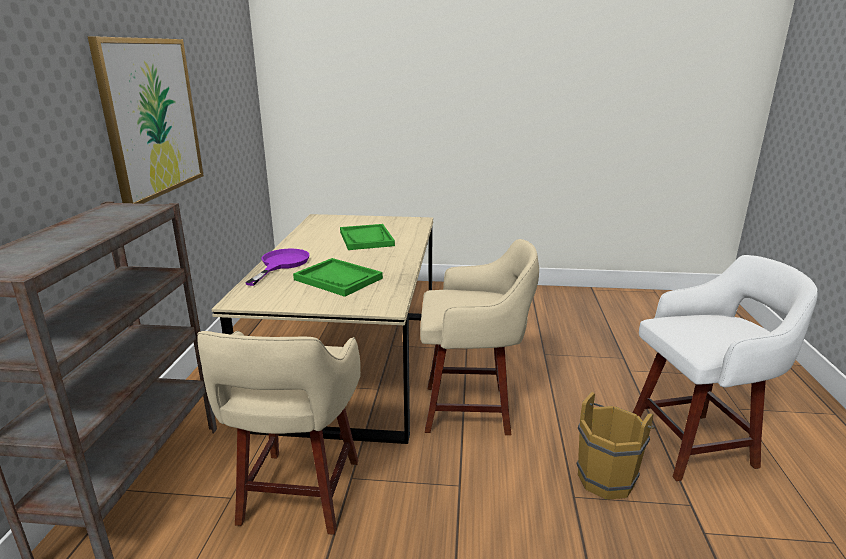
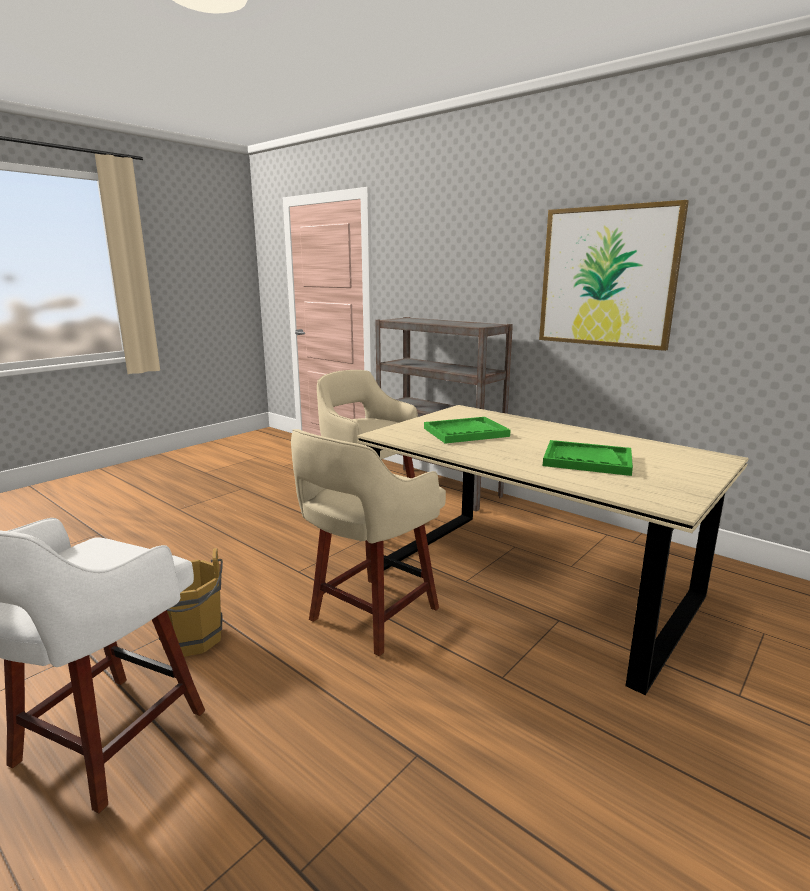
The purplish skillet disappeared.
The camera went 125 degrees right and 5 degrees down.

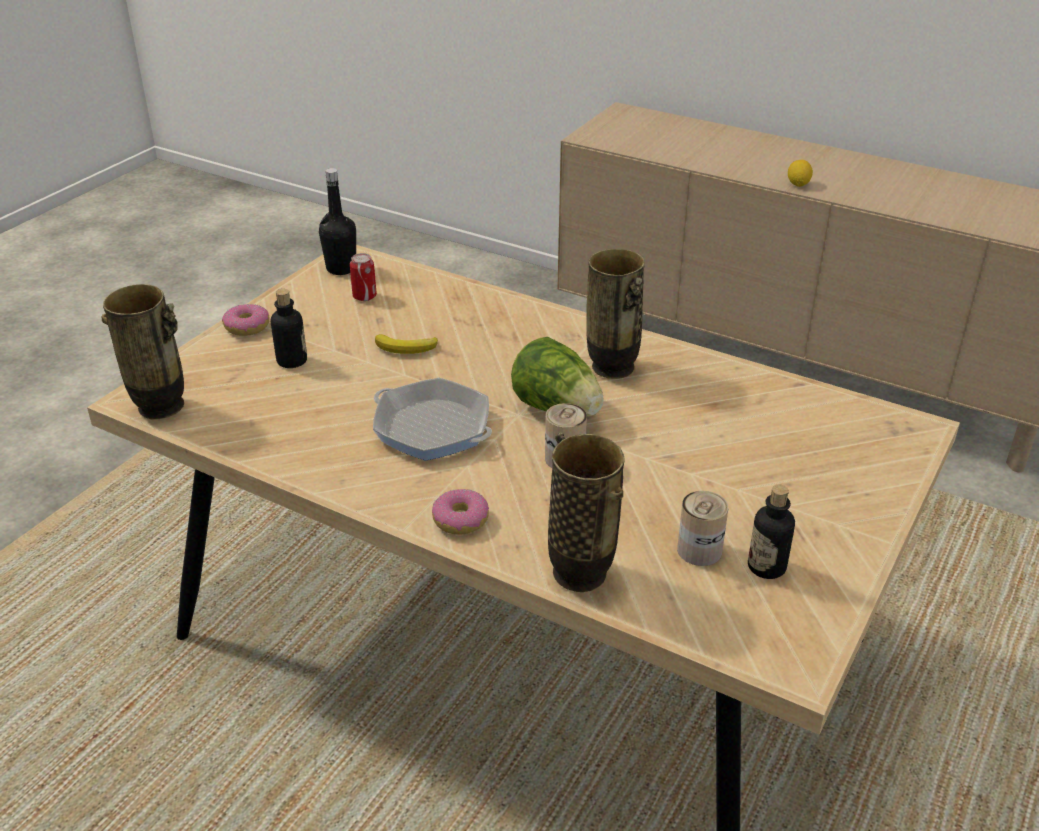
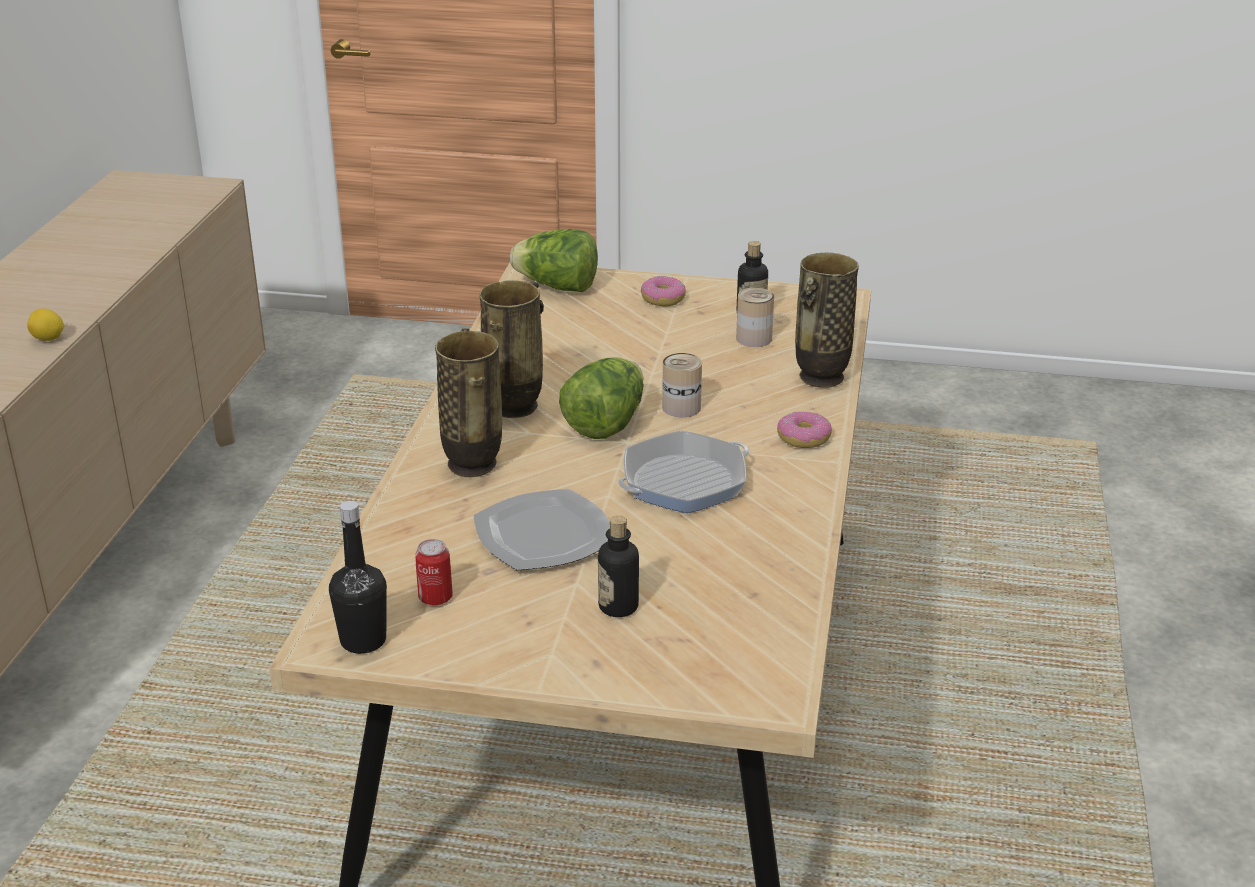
The vase (1st from left) moved.
The banana was replaced by the plate.
The lettuce head (1st from left) appeared.
The skillet turned 45 degrees clockwise.
The donut (1st from left) moved.
The camera went 110 degrees left and 5 degrees down.

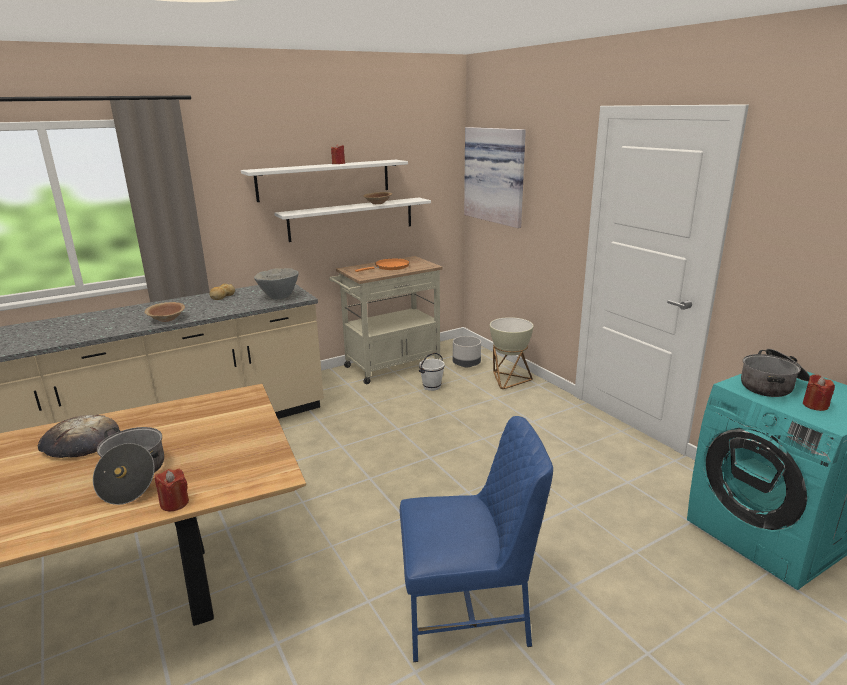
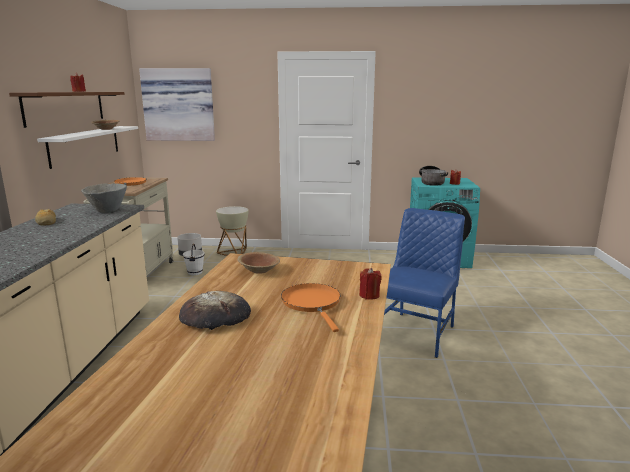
The whitish bracket shelf (1st from left) became the brownish bracket shelf.
The brownish deep dish (1st from left in the first image) moved.
The saucepot (1st from left) was replaced by the orange skillet (2nd from left).
The camera went 55 degrees left and 5 degrees down.

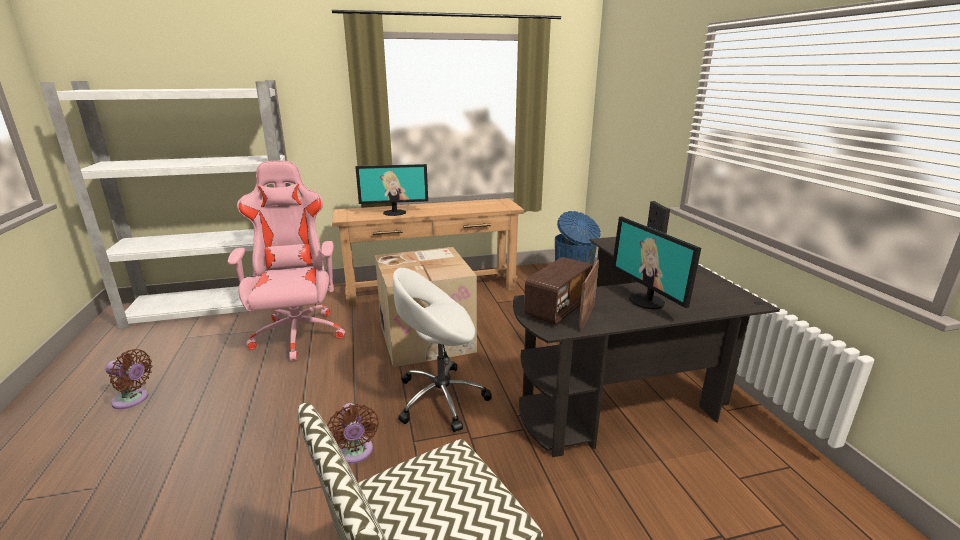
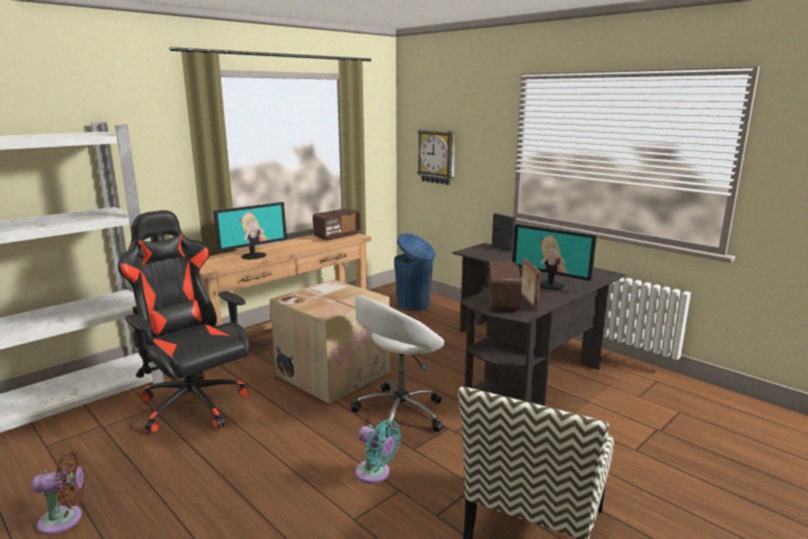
The pinkish office chair became the black-coloured office chair.
The radio receiver (1st from left) appeared.
The brownish cooling fan (2nd from left) became the turquoise-coloured cooling fan.
The wall clock appeared.
The camera went 30 degrees left and 5 degrees down.

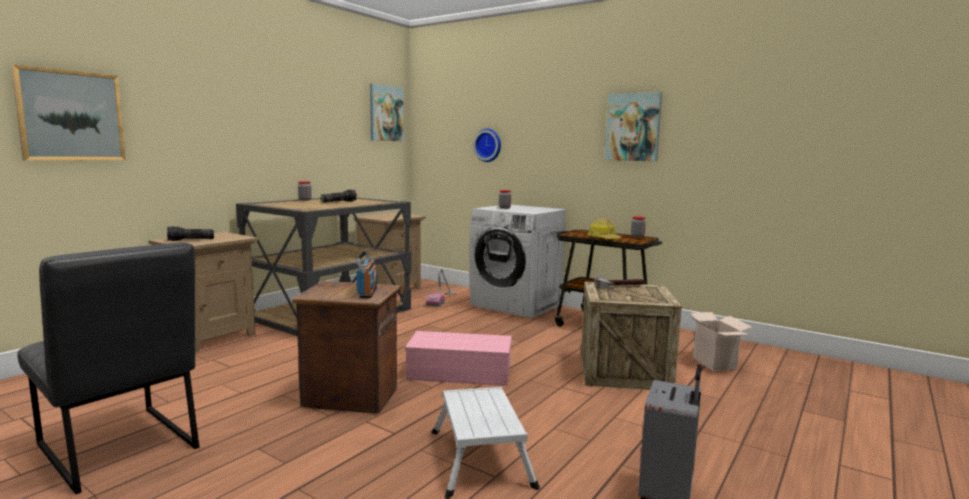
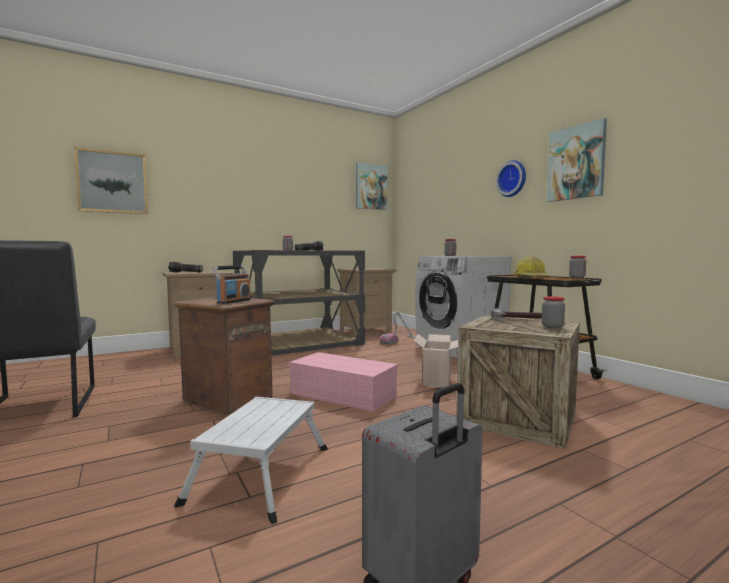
The cardboard box moved.
The wall clock moved.
The preserve jar (3rd from left) appeared.
The camera went 25 degrees right and 5 degrees down.

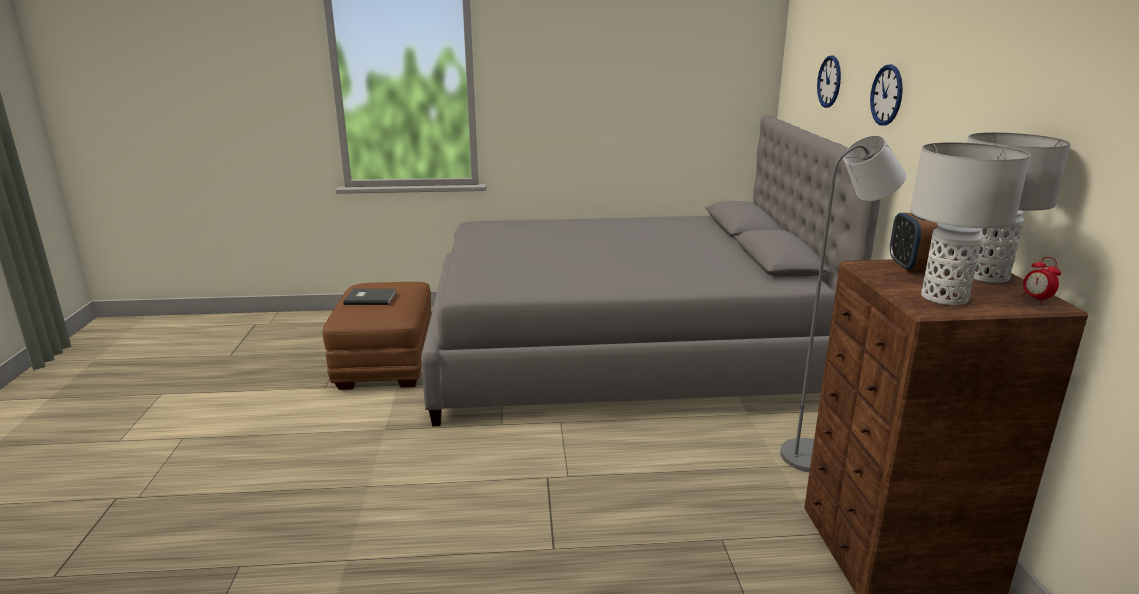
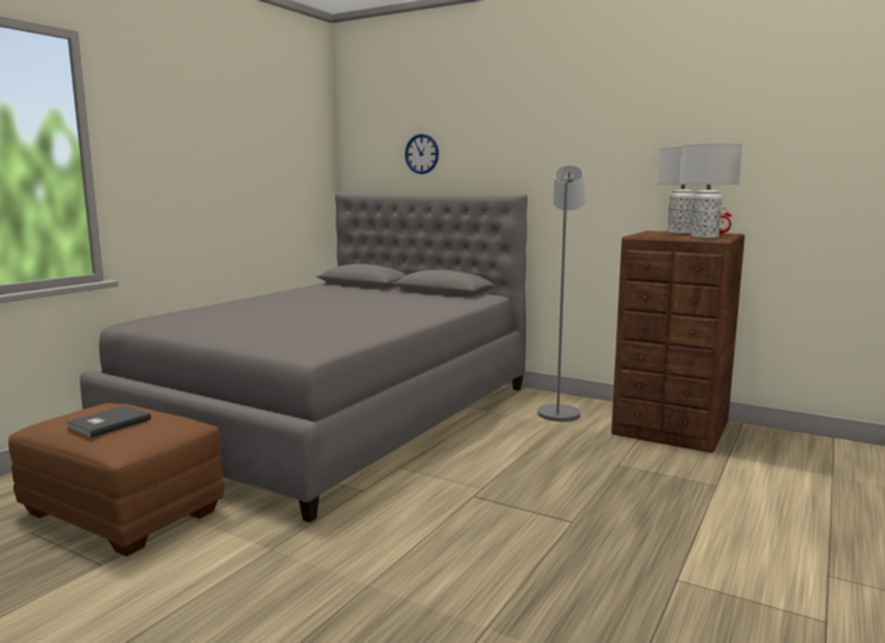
The wall clock (2nd from left) disappeared.
The bedside clock (1st from left) disappeared.
The camera went 55 degrees left and 10 degrees down.

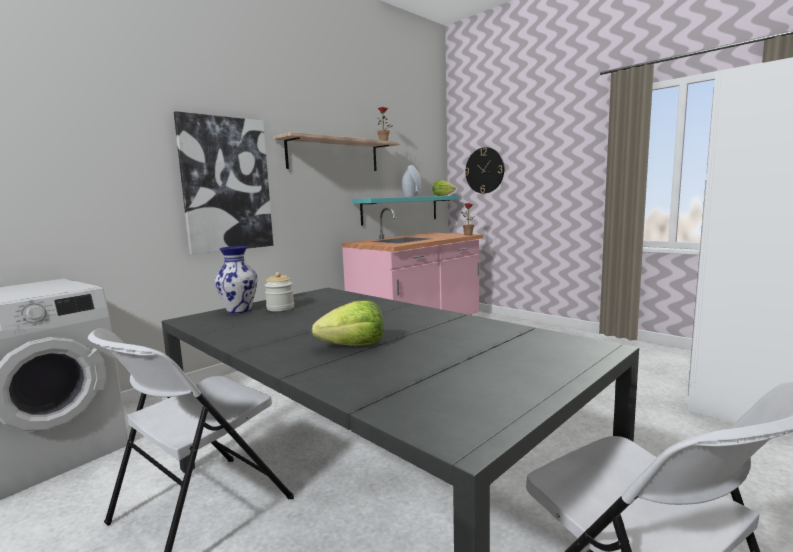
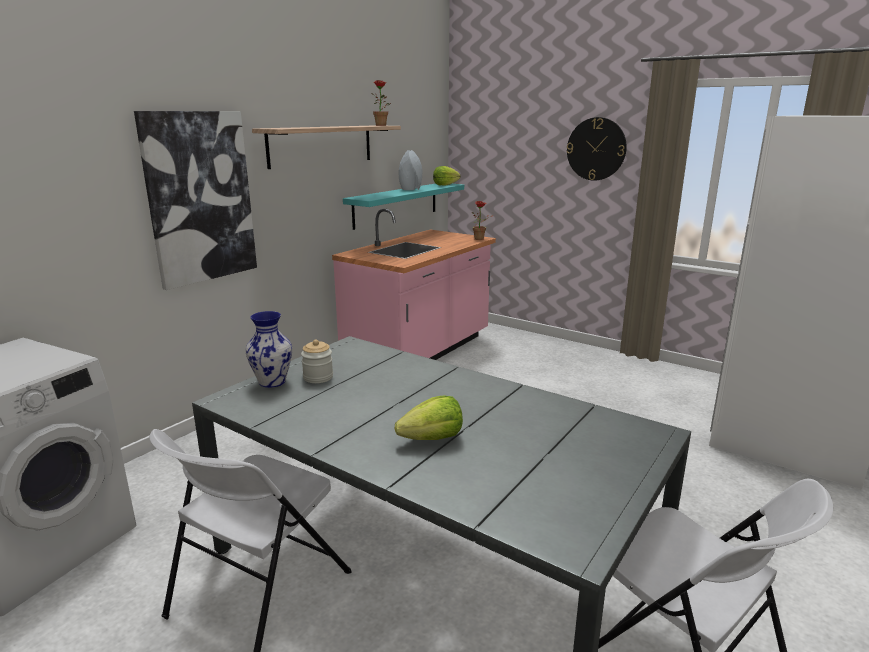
The wall clock moved.
The camera went 10 degrees left and 10 degrees up.

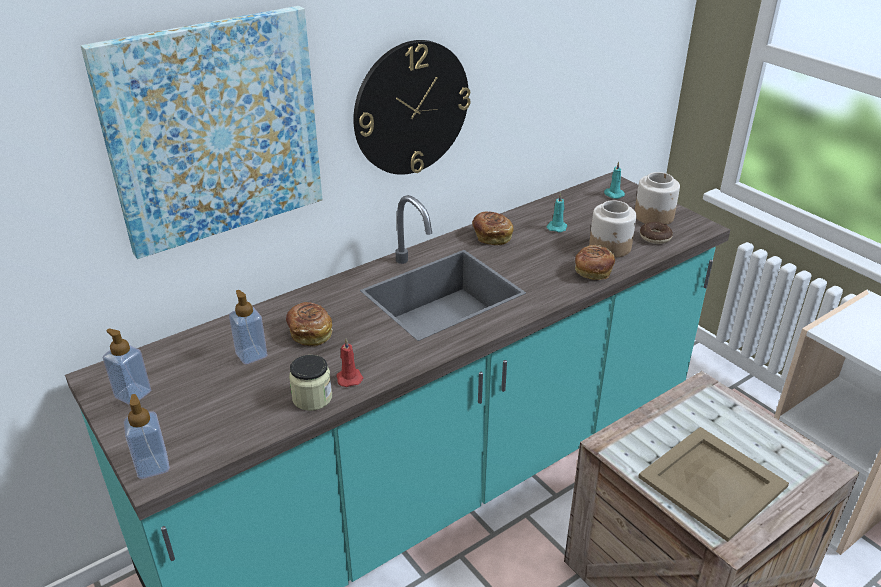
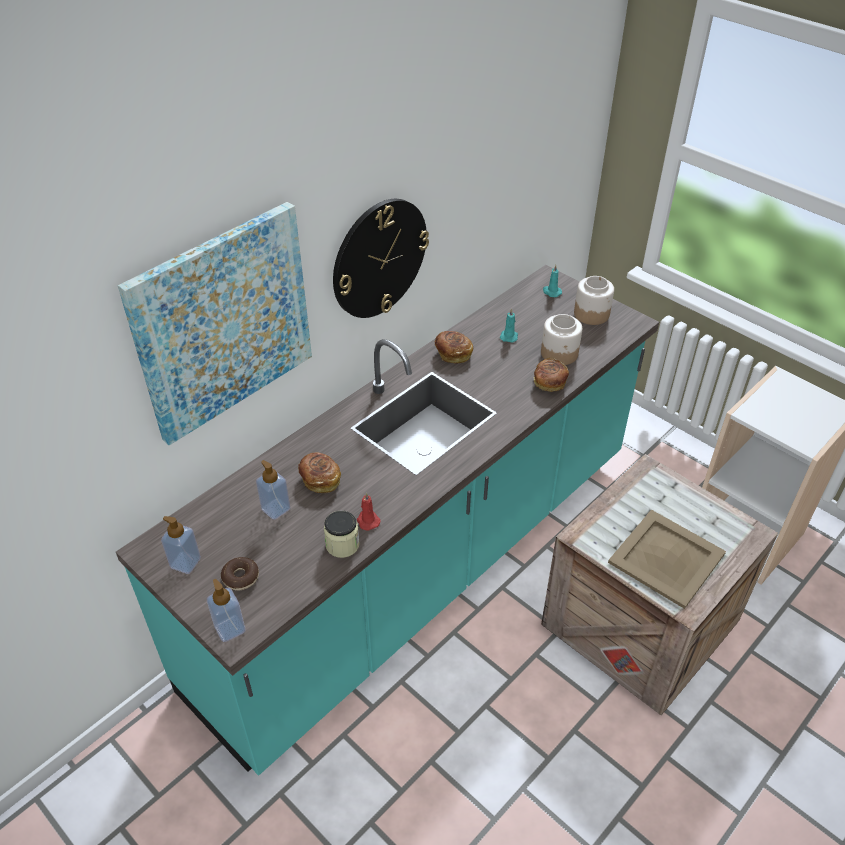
The donut moved.
The camera went 10 degrees left and 10 degrees up.

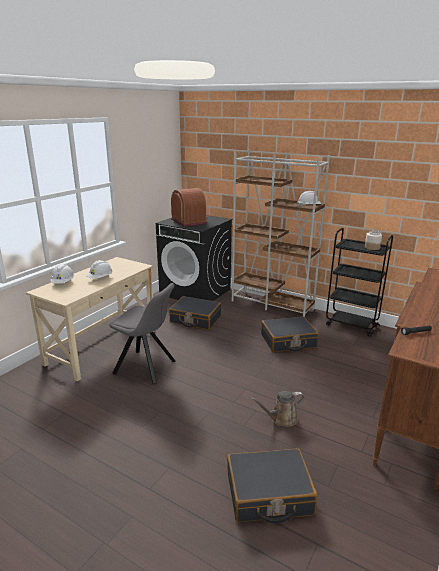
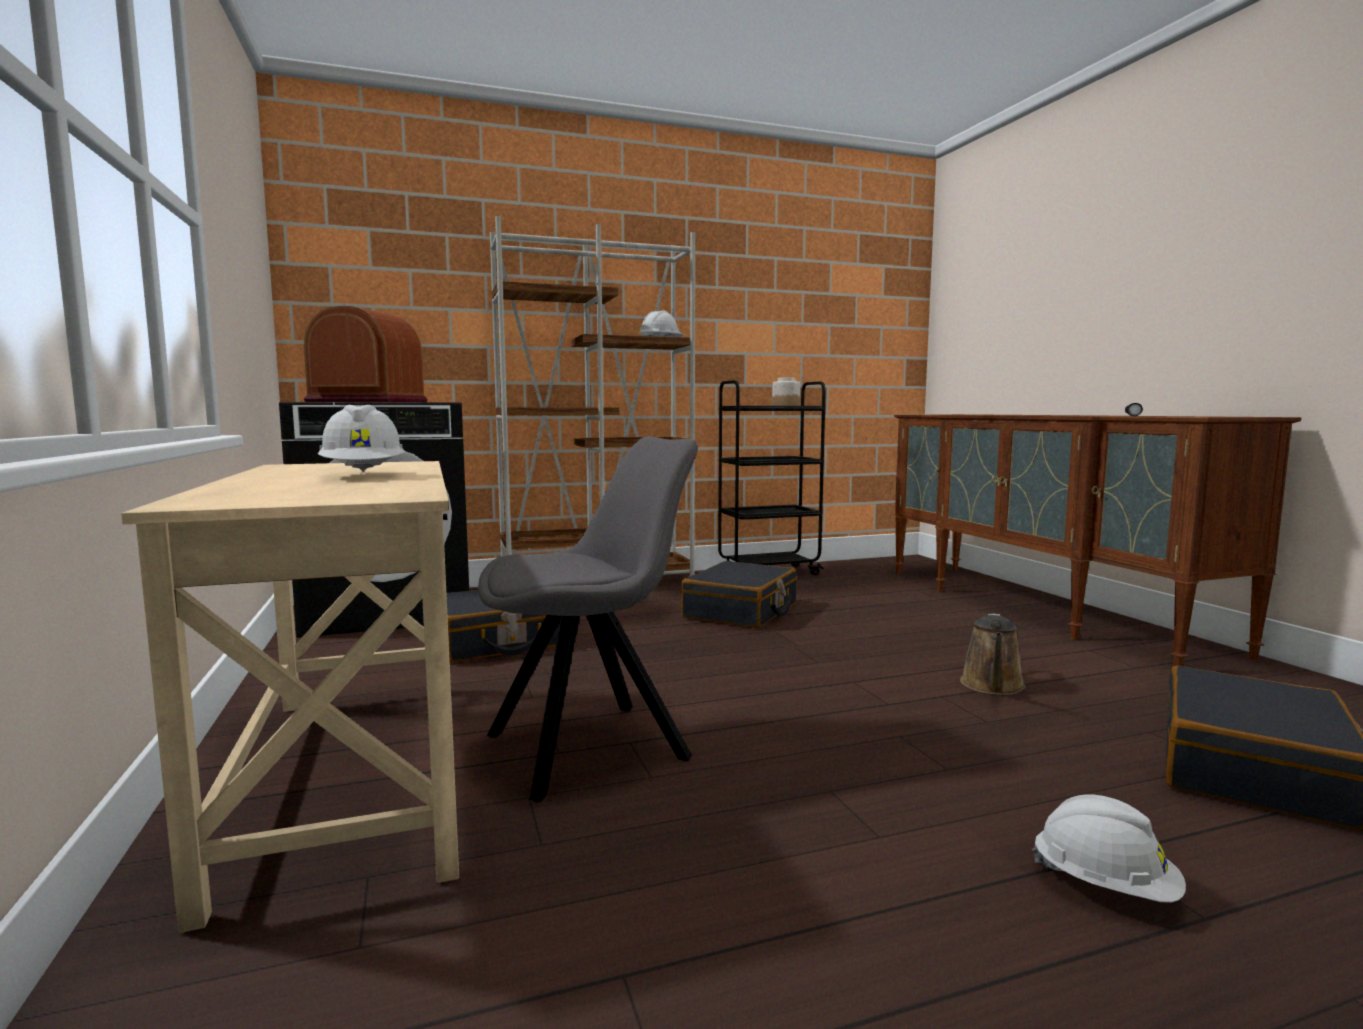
The whitish work helmet (1st from left in the first image) moved.
The camera went 50 degrees left and 15 degrees down.

